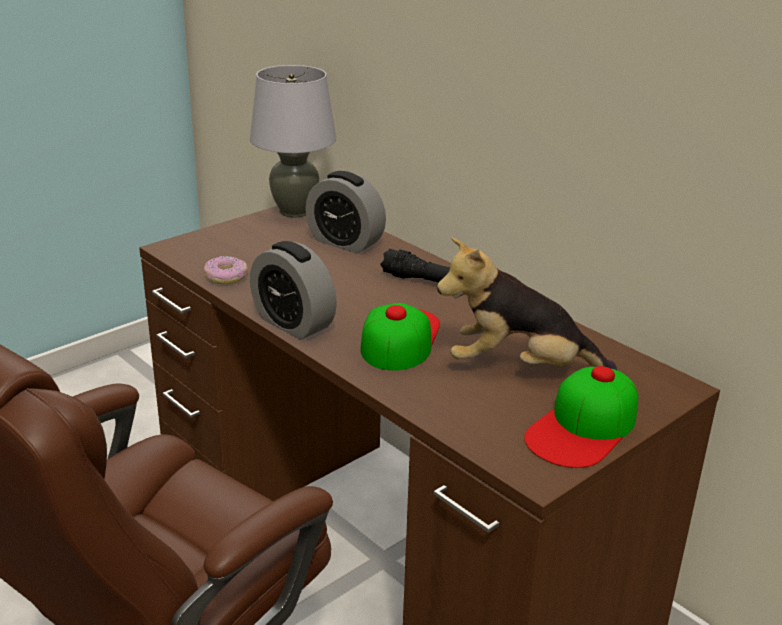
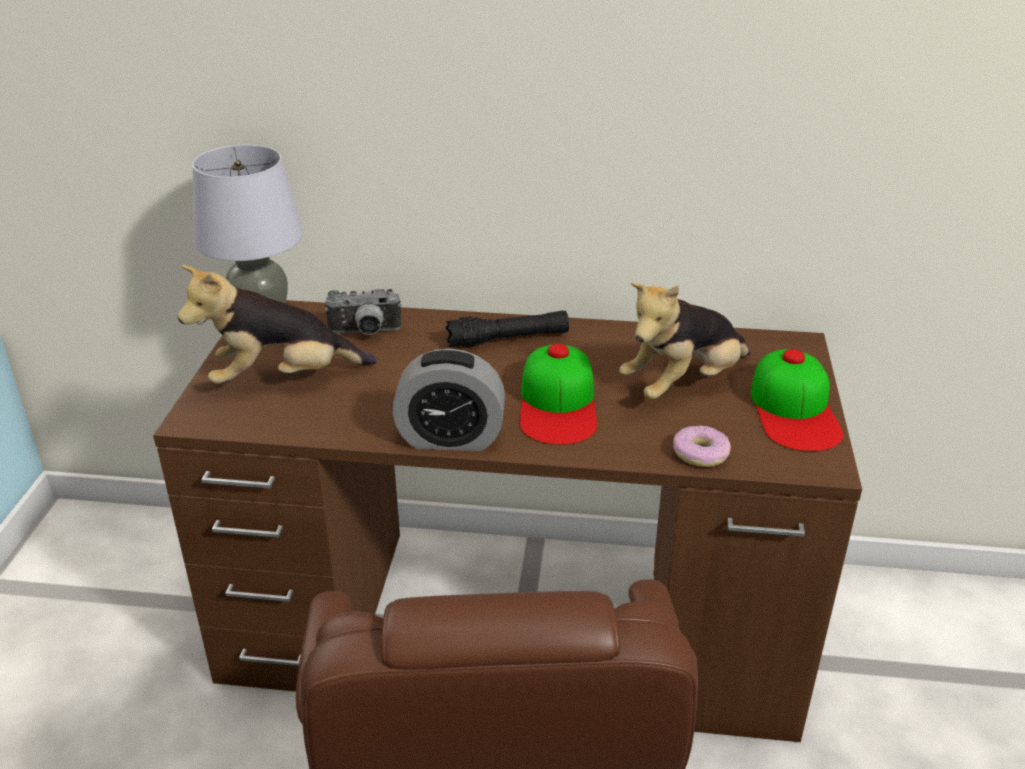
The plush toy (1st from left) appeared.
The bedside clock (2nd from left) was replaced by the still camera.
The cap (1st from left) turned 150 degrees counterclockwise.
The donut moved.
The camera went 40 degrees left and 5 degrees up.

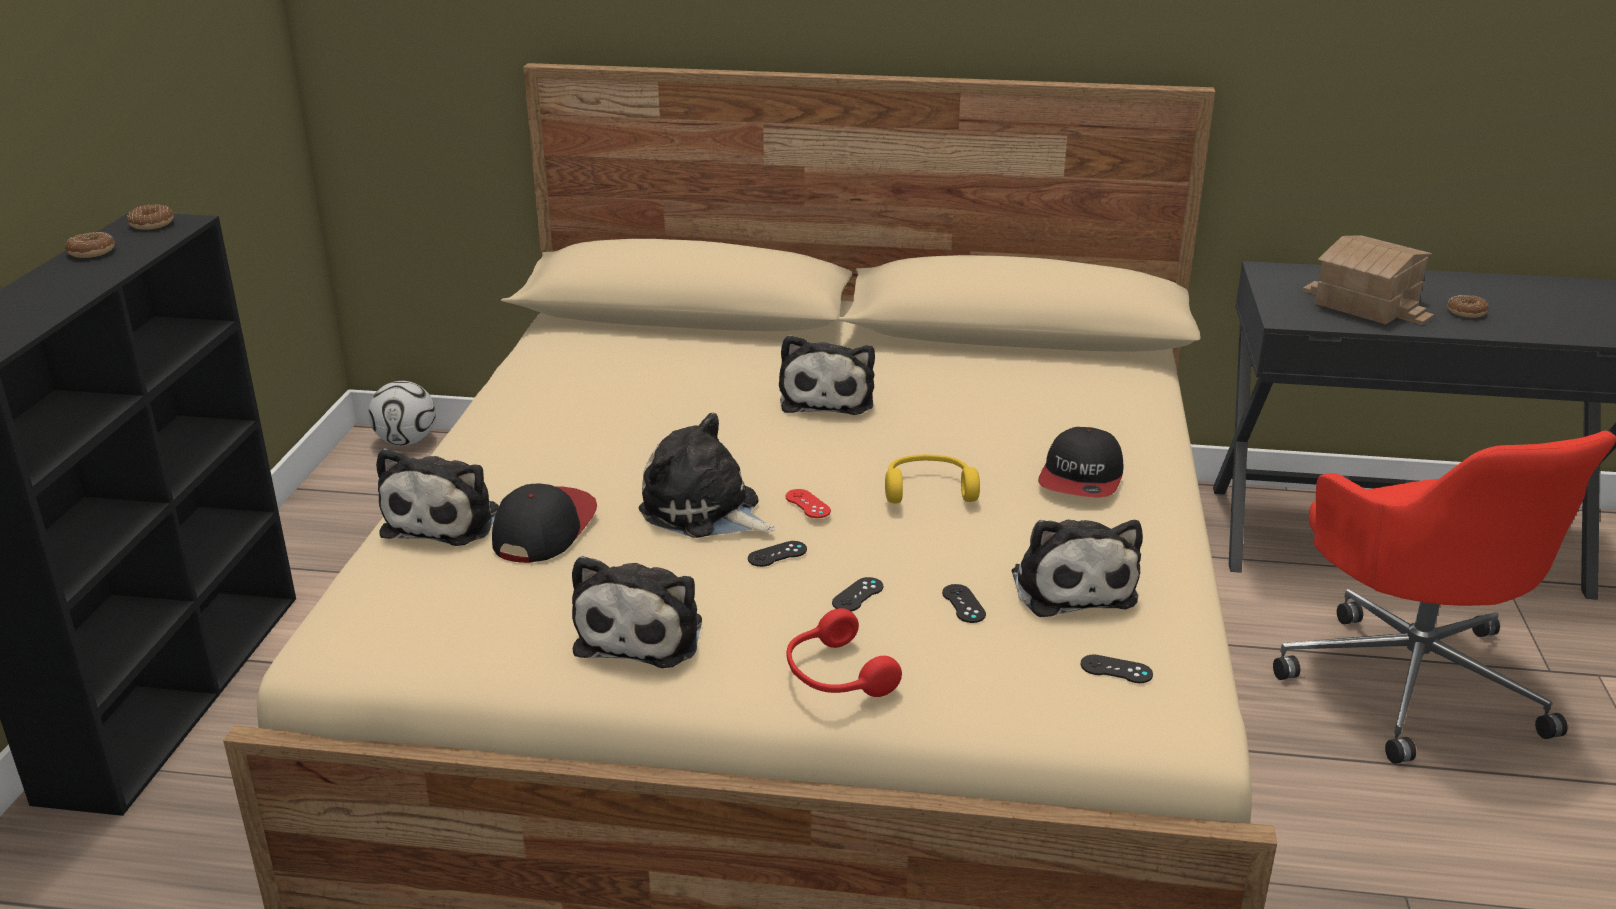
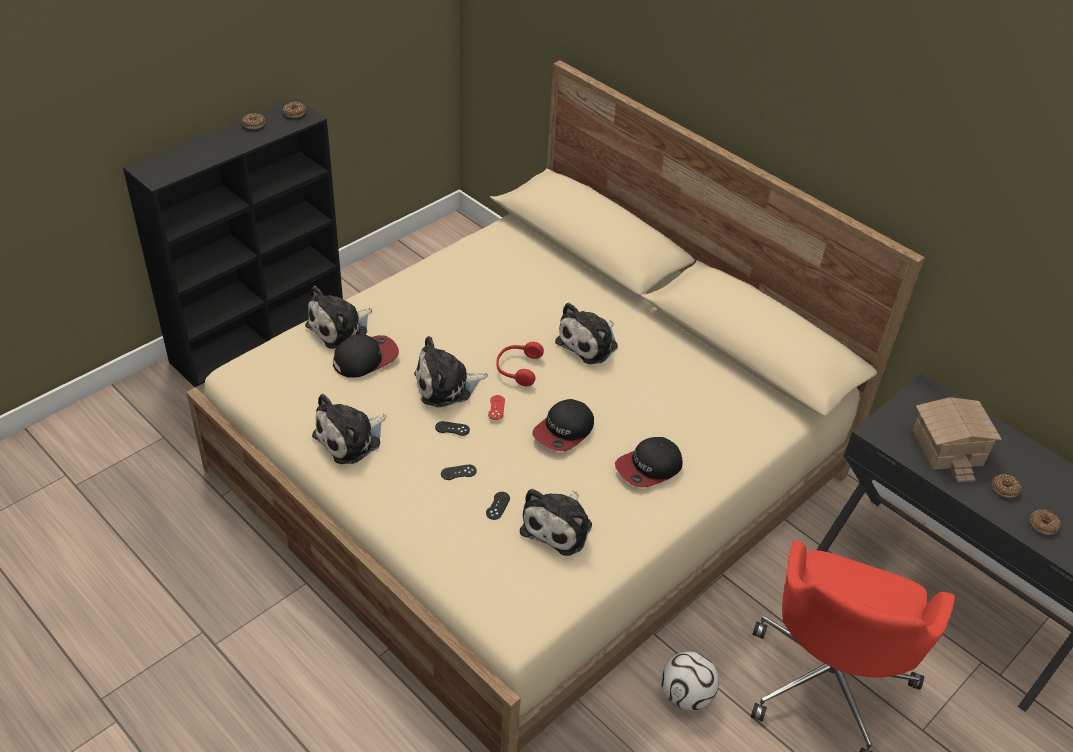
The plush toy (3rd from left) turned 90 degrees counterclockwise.
The red pair of headphones moved.
The yellow pair of headphones was replaced by the cap (2nd from left).
The ball for football moved.
The donut (4th from left) appeared.
The black-coloured joypad (4th from left) disappeared.
The camera went 35 degrees right and 15 degrees up.

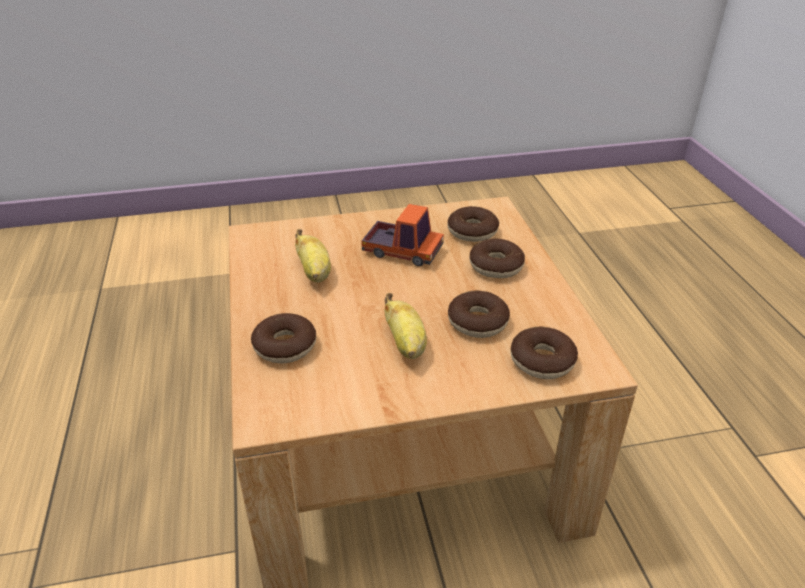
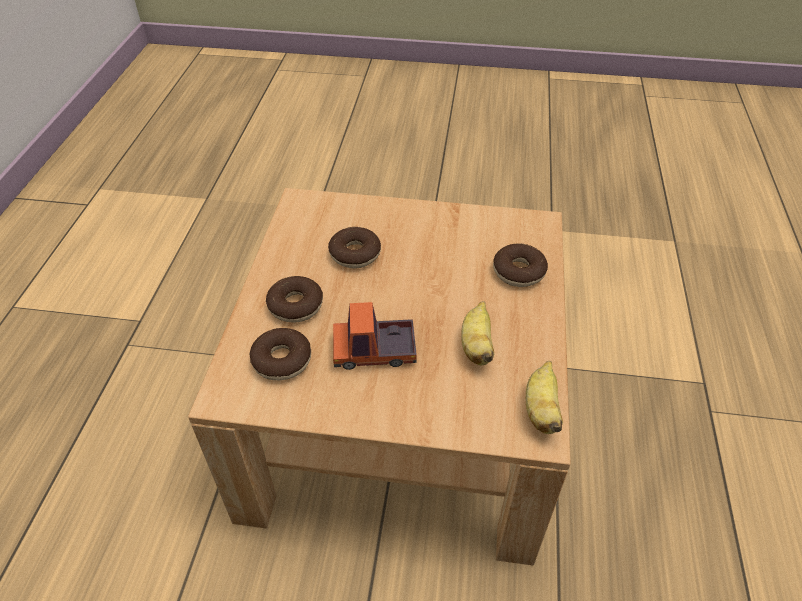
The toy truck turned 45 degrees counterclockwise.
The banana (2nd from left) moved.
The donut (5th from left) disappeared.
The camera went 160 degrees left and 10 degrees up.

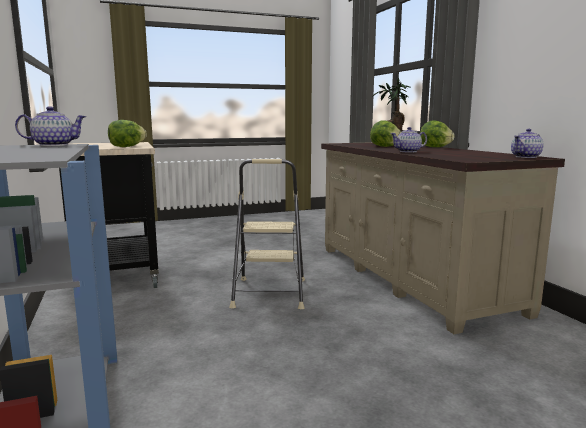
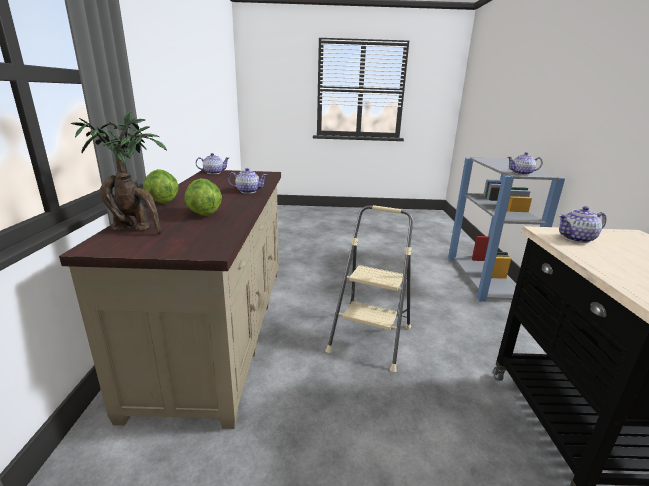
The lettuce head (1st from left) was replaced by the teapot (4th from left).
The camera went 160 degrees left and 10 degrees up.

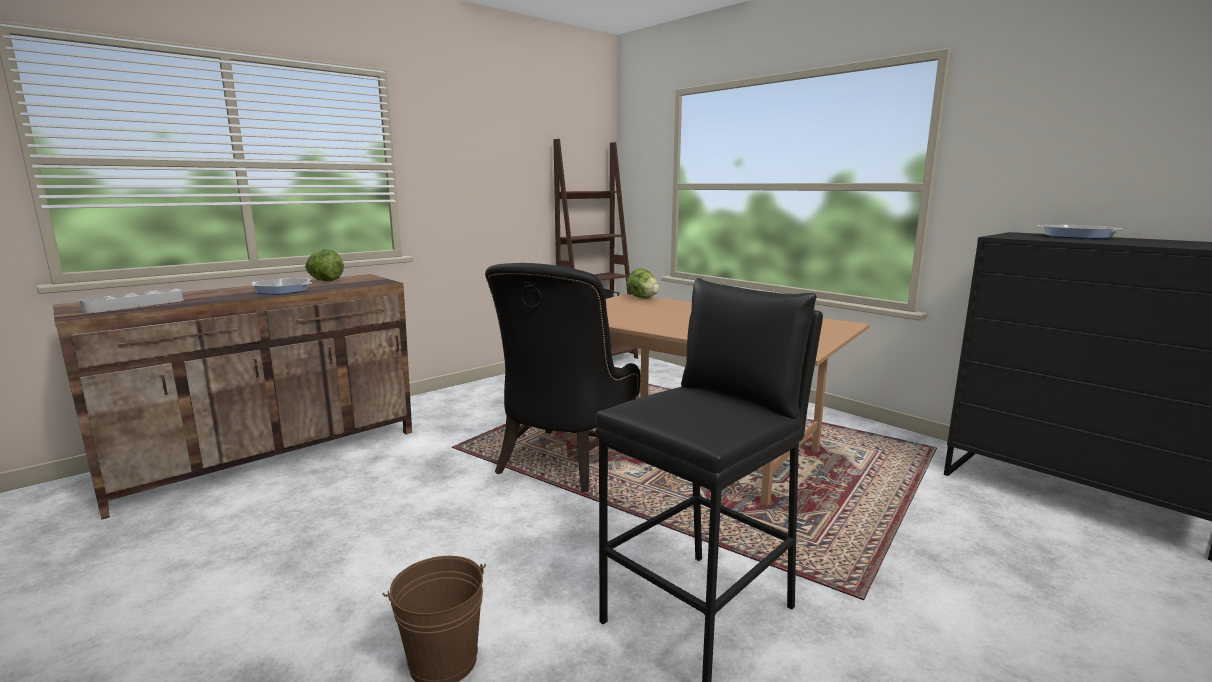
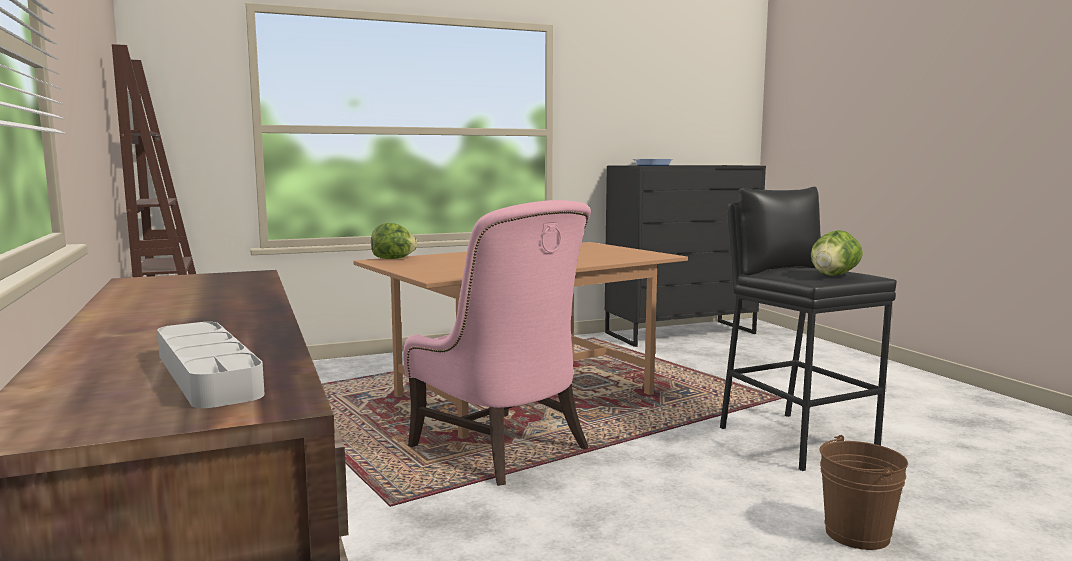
The black-coloured upright chair became the pinkish upright chair.
The lettuce head (1st from left in the first image) moved.
The skillet (1st from left) disappeared.
The camera went 70 degrees left and 5 degrees down.

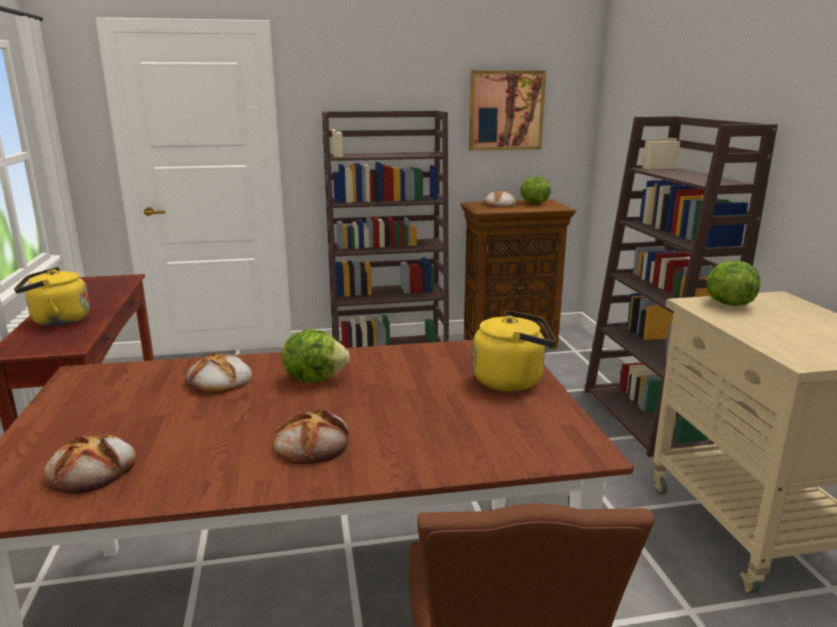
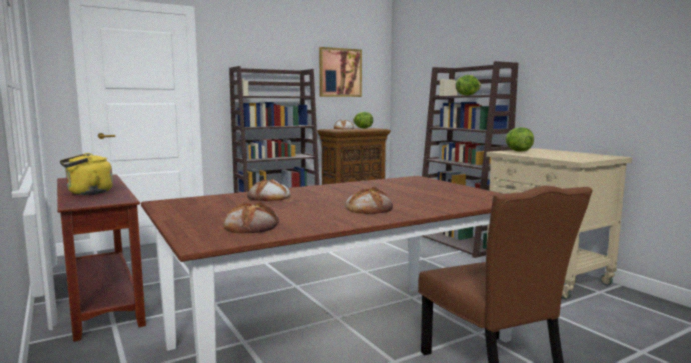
The lettuce head (1st from left in the first image) moved.
The yellow kettle (2nd from left) disappeared.
The camera went 20 degrees left and 10 degrees down.

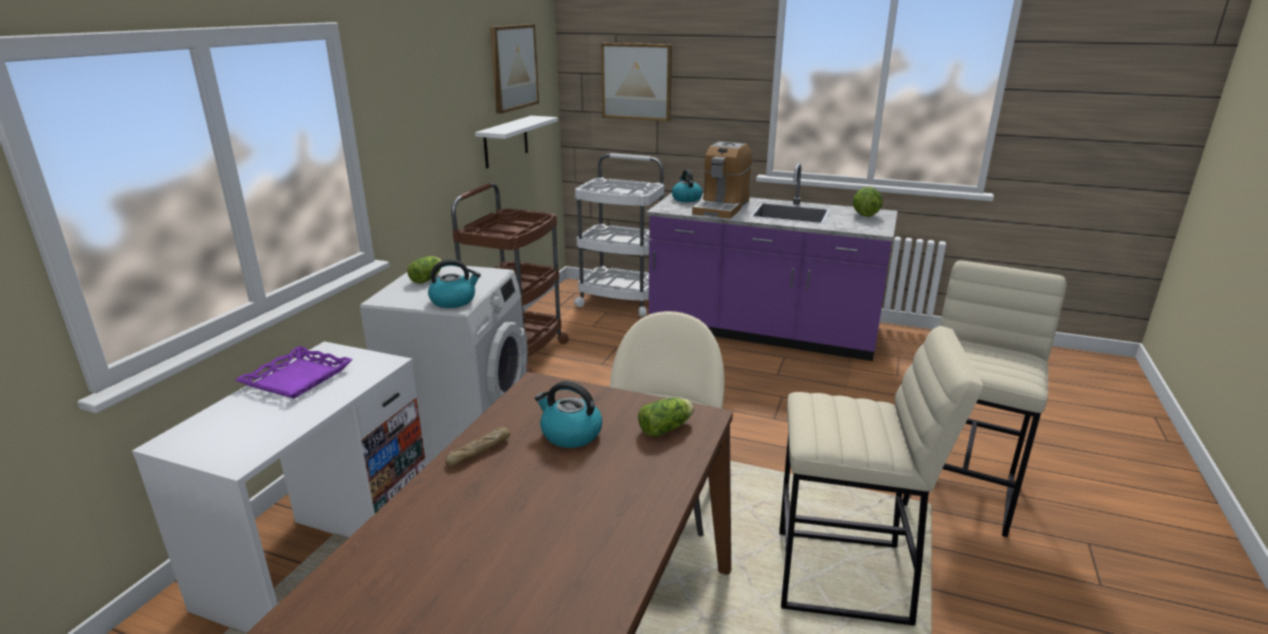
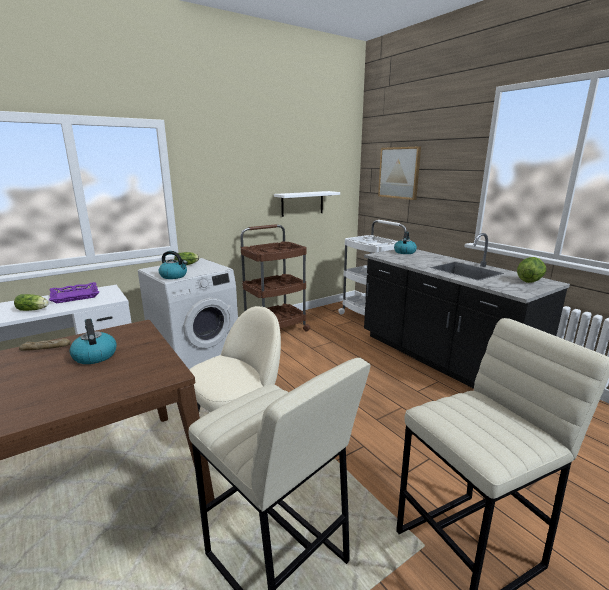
The lettuce head (2nd from left in the first image) moved.
The purplish kitchen base unit became the black-coloured kitchen base unit.
The wall picture (1st from left) disappeared.
The coffee machine disappeared.
The camera went 35 degrees right and 5 degrees down.

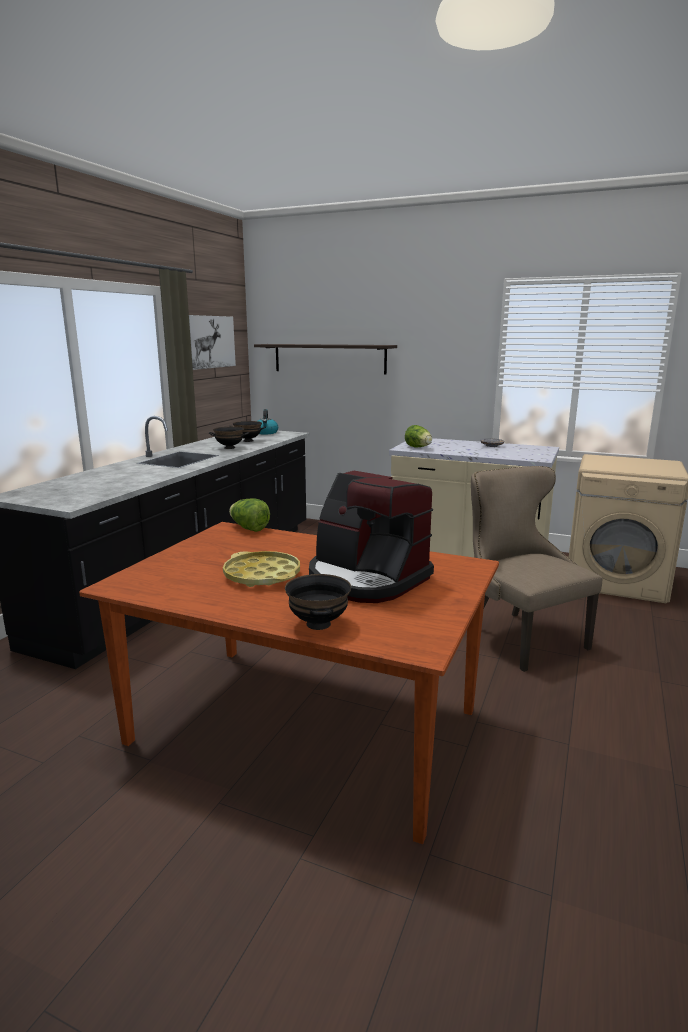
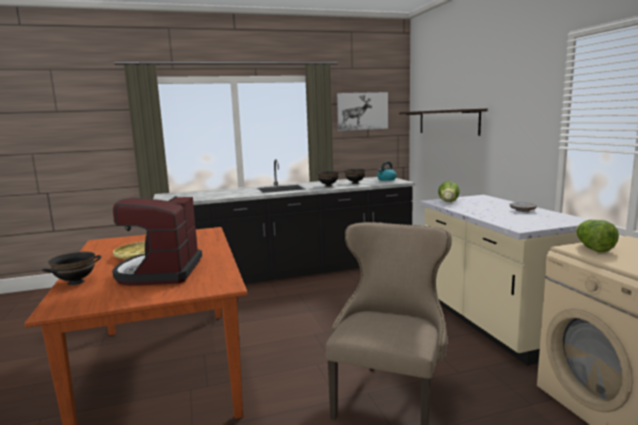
The lettuce head (1st from left in the first image) moved.
The camera went 50 degrees right and 5 degrees down.

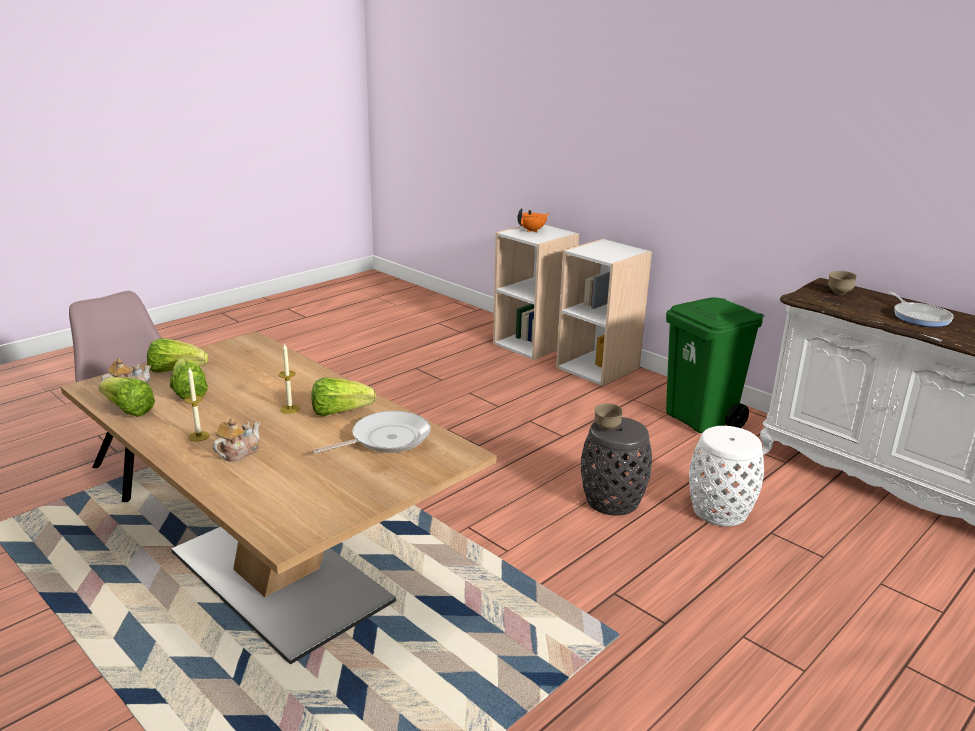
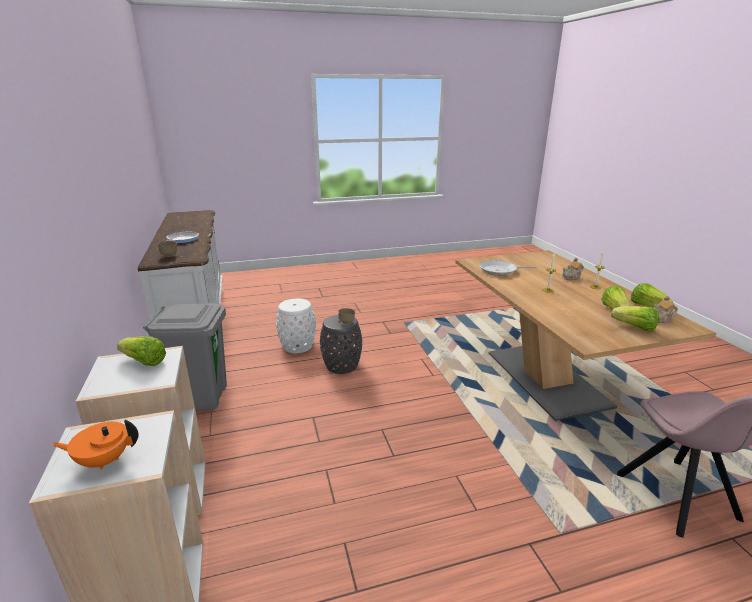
The lettuce head (4th from left in the first image) moved.
The green rubbish bin became the grey rubbish bin.
The camera went 150 degrees left and 0 degrees up.

